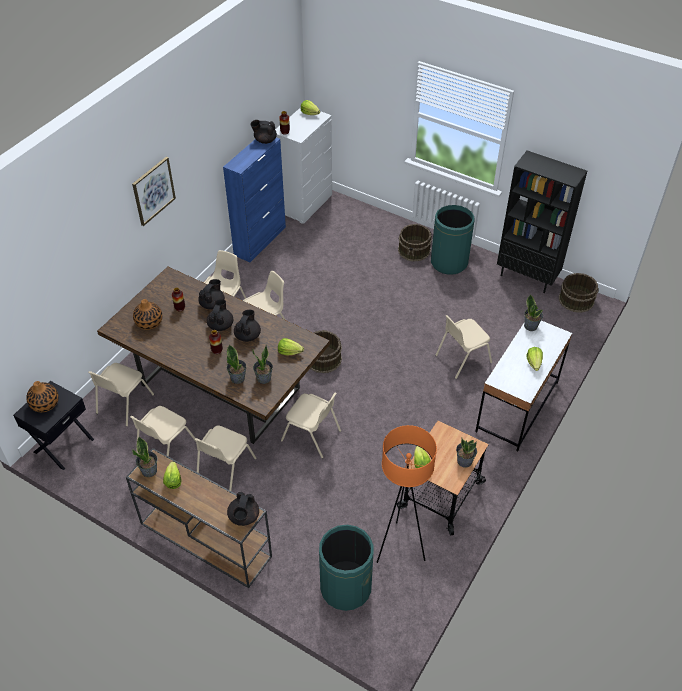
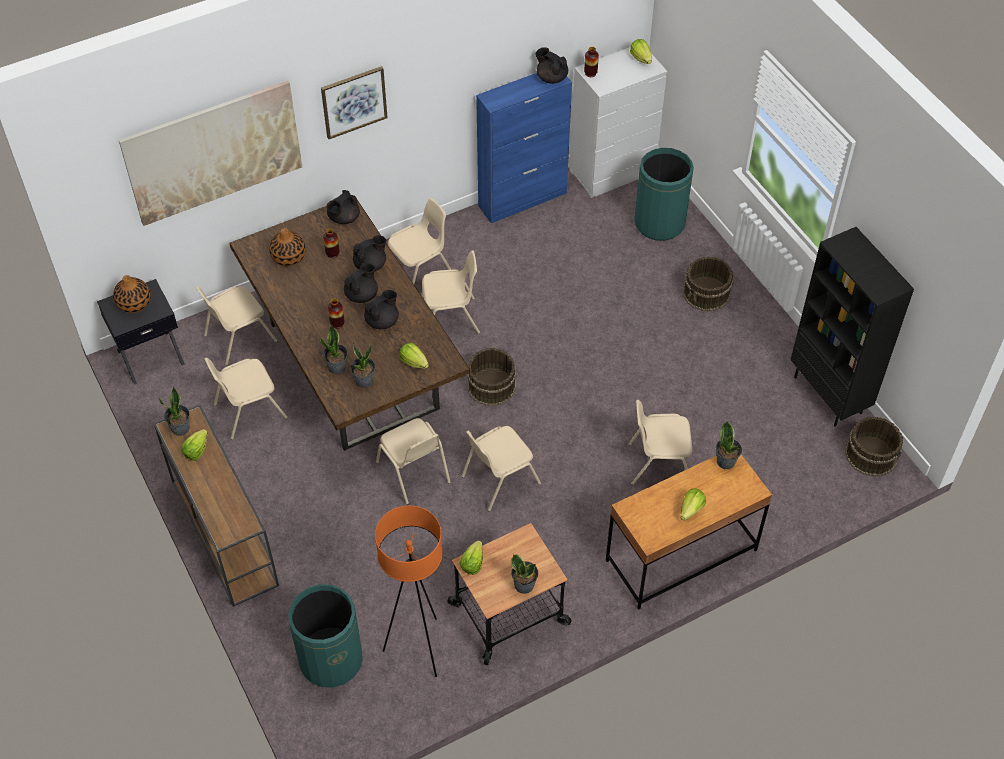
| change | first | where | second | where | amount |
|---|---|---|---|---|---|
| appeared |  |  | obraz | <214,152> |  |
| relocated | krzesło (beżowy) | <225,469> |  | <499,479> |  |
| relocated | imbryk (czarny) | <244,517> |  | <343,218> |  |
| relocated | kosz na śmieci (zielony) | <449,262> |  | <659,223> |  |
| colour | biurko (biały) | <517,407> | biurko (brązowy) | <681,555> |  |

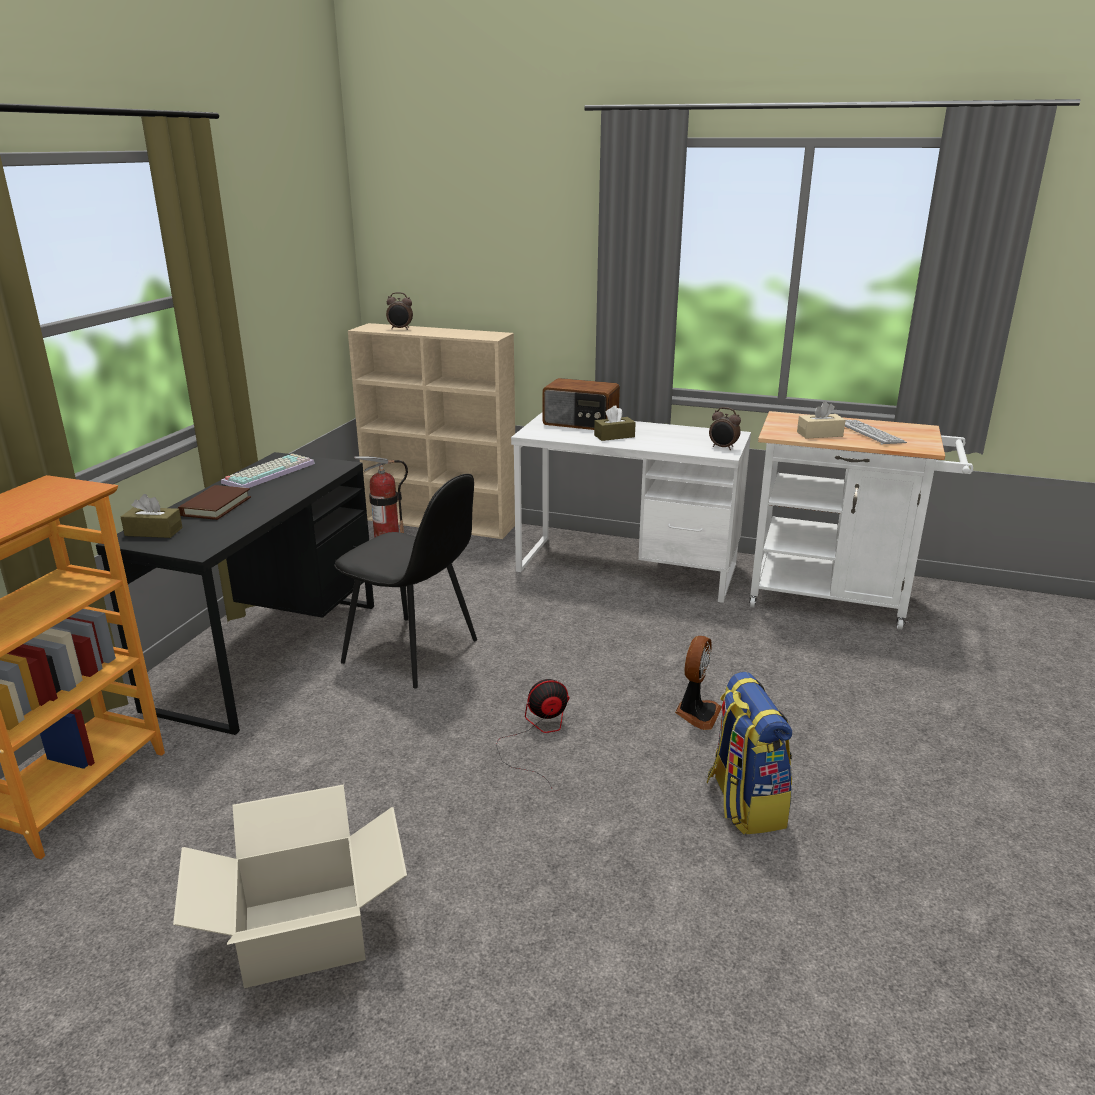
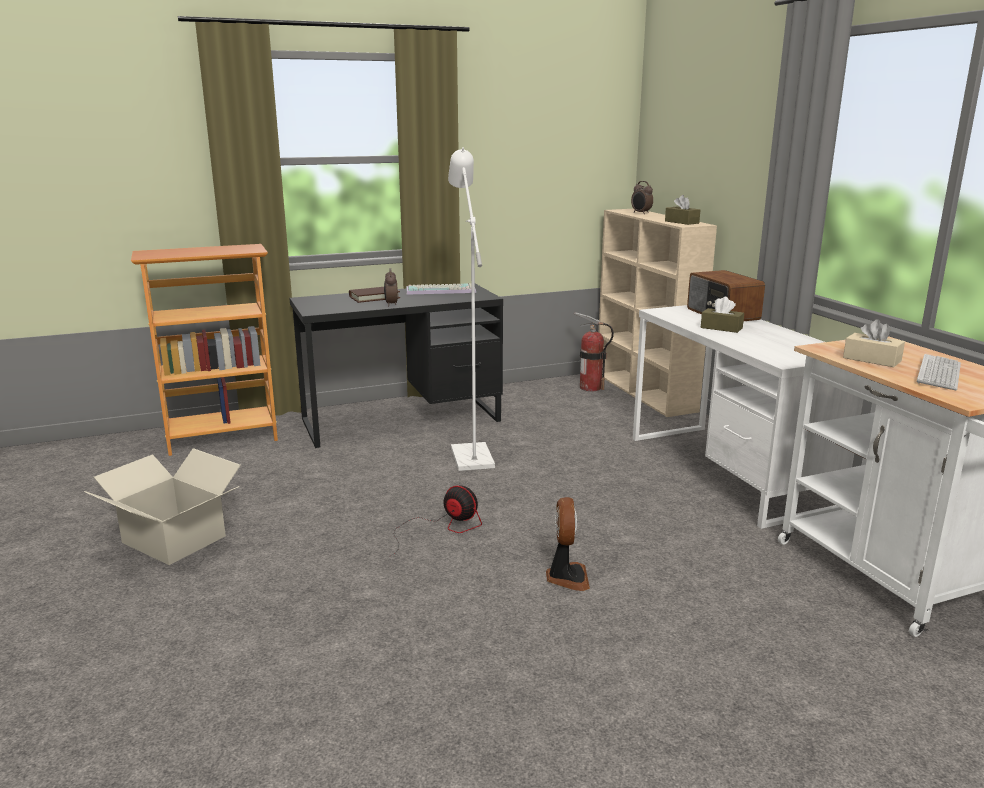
| change | first | where | second | where | amount |
|---|---|---|---|---|---|
| missing | plecak | <744,803> |  |  |  |
| relocated | pudełko chusteczek (brązowy) | <153,532> |  | <681,222> |  |
| relocated | budzik | <723,448> |  | <391,304> |  |
| exchanged | krzesło (czarny) | <413,652> | lampa stojąca (biały) | <470,453> |  |
| spun | wentylator | <696,713> |  | <566,577> | 75 degrees counterclockwise |

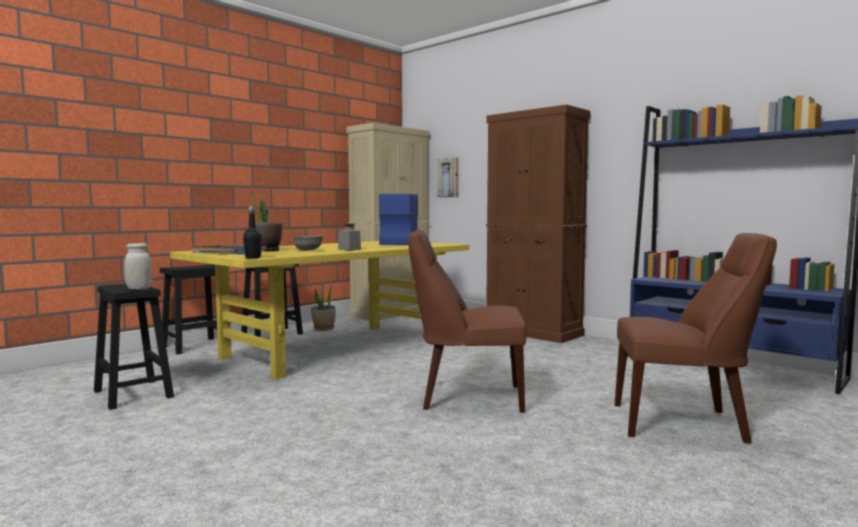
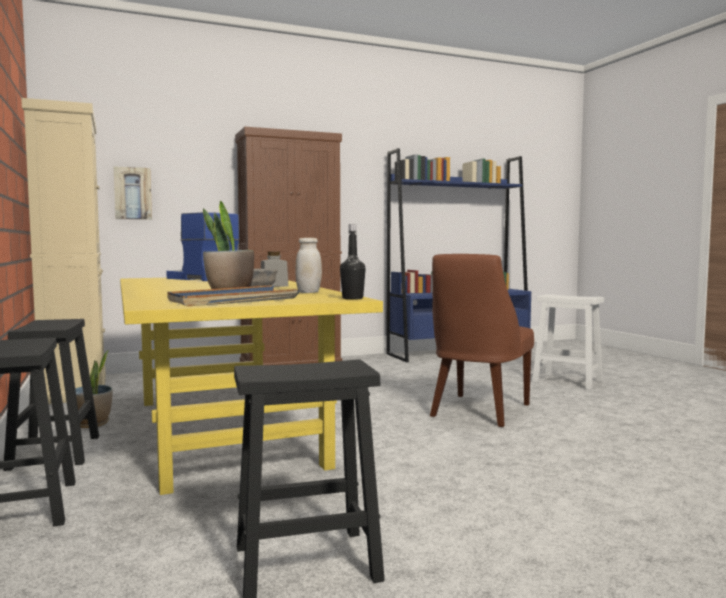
| change | first | where | second | where | amount |
|---|---|---|---|---|---|
| relocated | słoik (biały) | <138,289> |  | <309,292> |  |
| exchanged | krzesło (brązowy) | <684,423> | stołek (biały) | <568,381> |  |

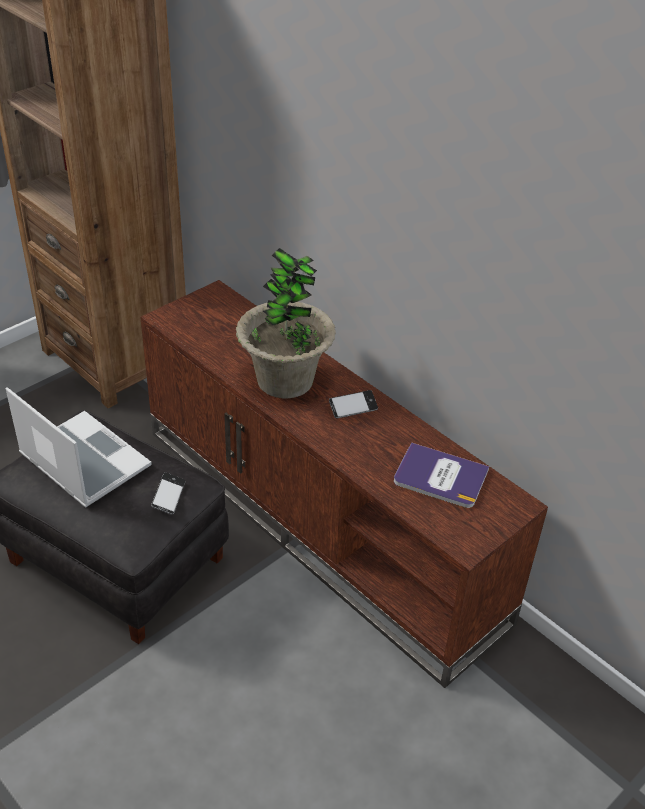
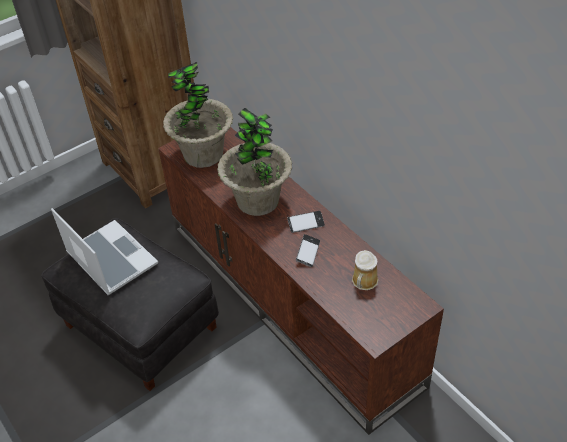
| change | first | where | second | where | amount |
|---|---|---|---|---|---|
| appeared |  |  | roślina doniczkowa | <203,154> |  |
| relocated | telefon | <168,496> |  | <308,252> |  |
| exchanged | książka | <440,477> | kubek | <364,282> |  |

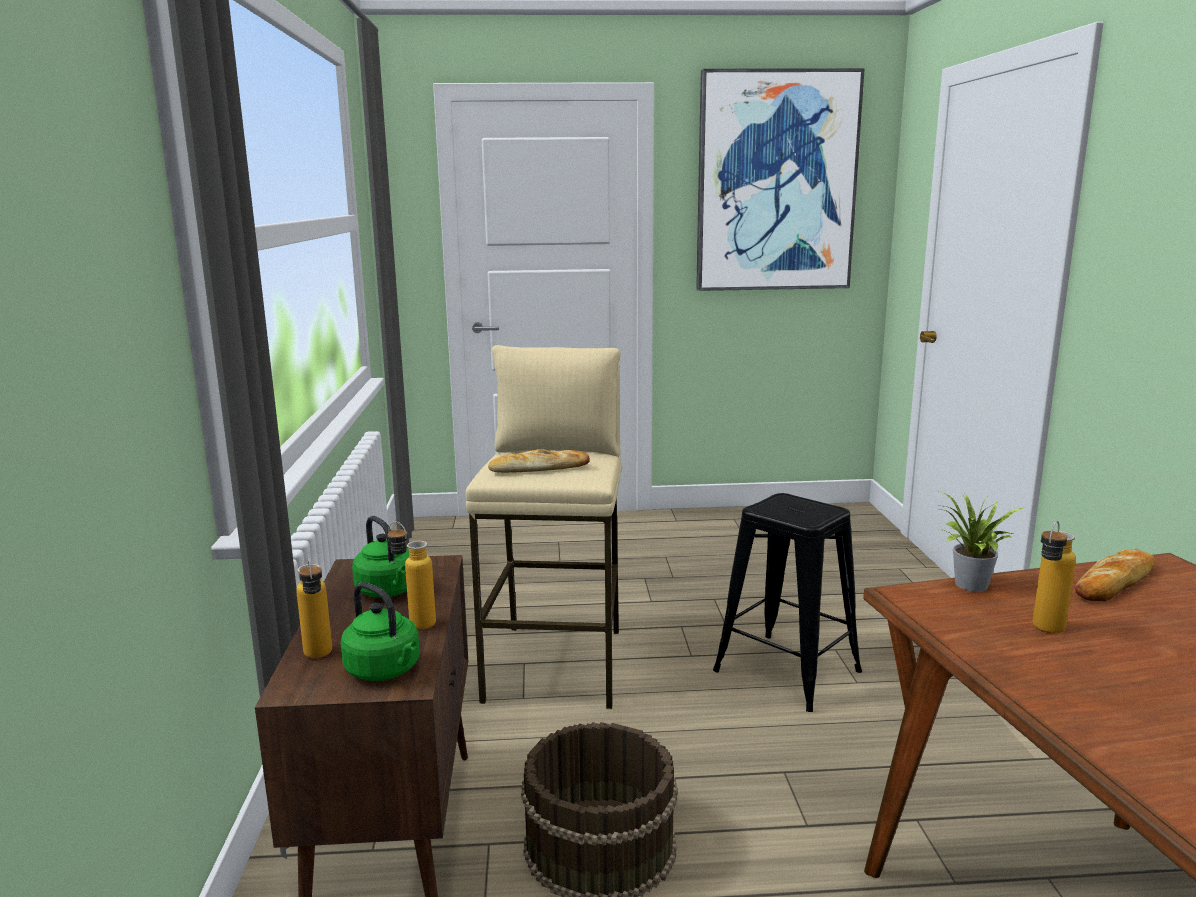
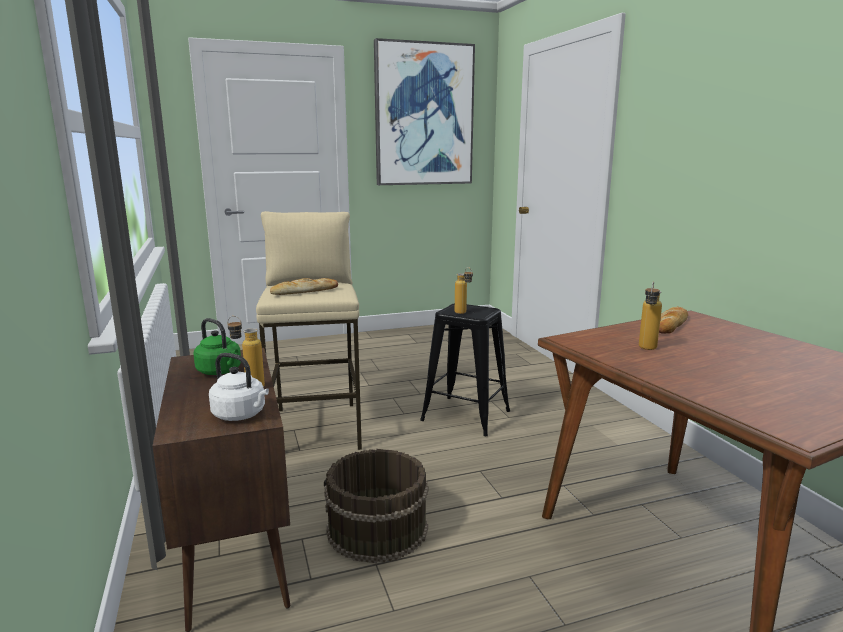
| change | first | where | second | where | amount |
|---|---|---|---|---|---|
| missing | roślina doniczkowa | <969,586> |  |  |  |
| relocated | butelka | <319,658> |  | <463,313> |  |
| colour | czajnik (zielony) | <385,671> | czajnik (biały) | <241,415> |  |

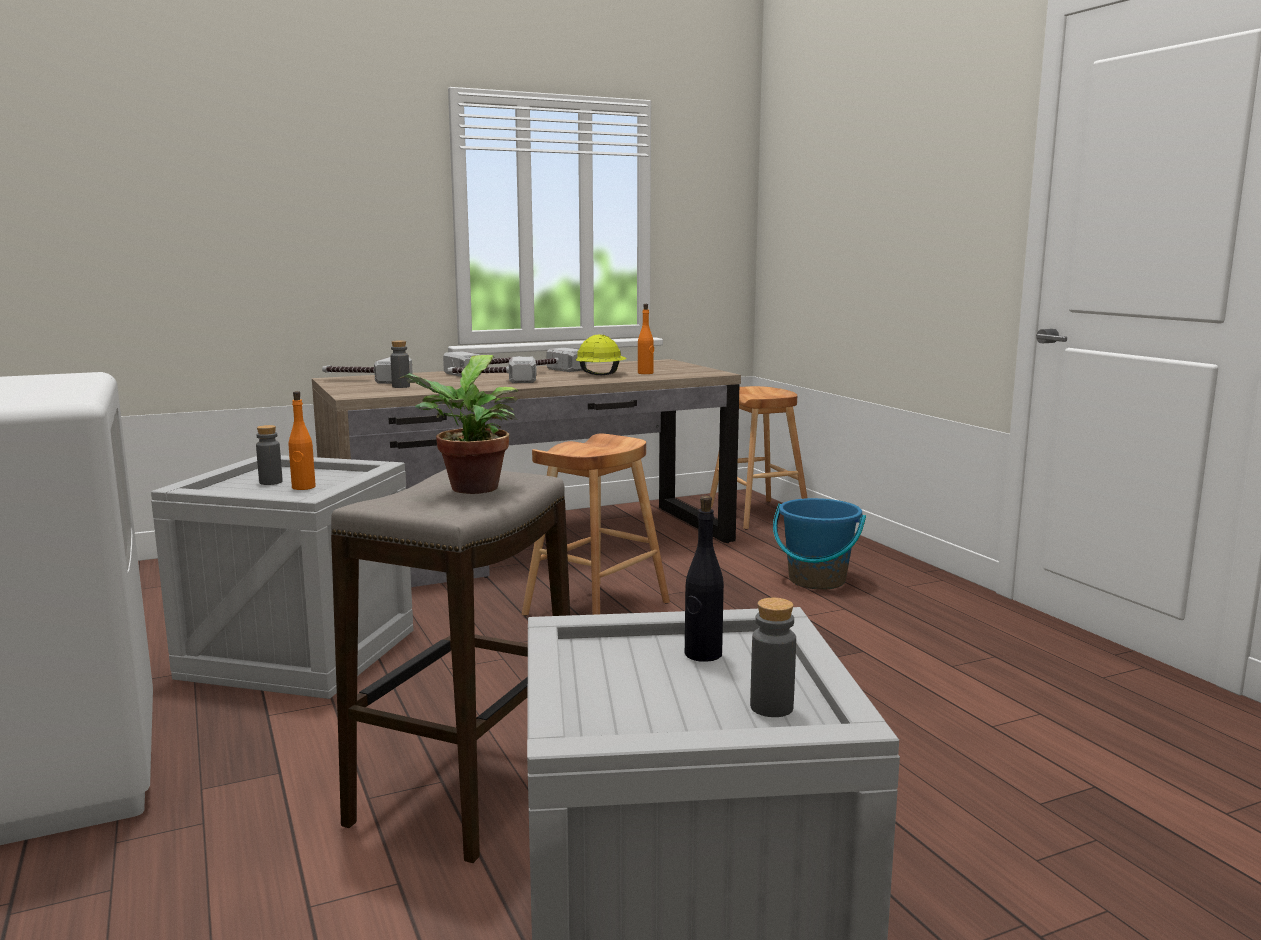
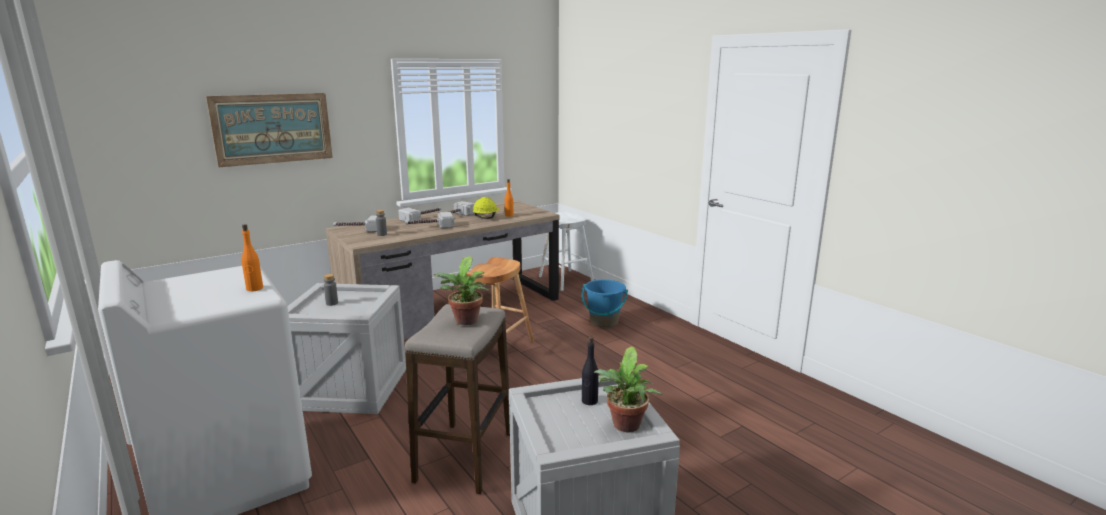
| change | first | where | second | where | amount |
|---|---|---|---|---|---|
| appeared |  |  | obraz | <273,128> |  |
| relocated | butelka (pomarańczowy) | <303,487> |  | <254,289> |  |
| exchanged | butelka (szary) | <771,707> | roślina doniczkowa | <625,427> |  |
| colour | stołek (brązowy) | <757,514> | stołek (biały) | <565,280> |  |

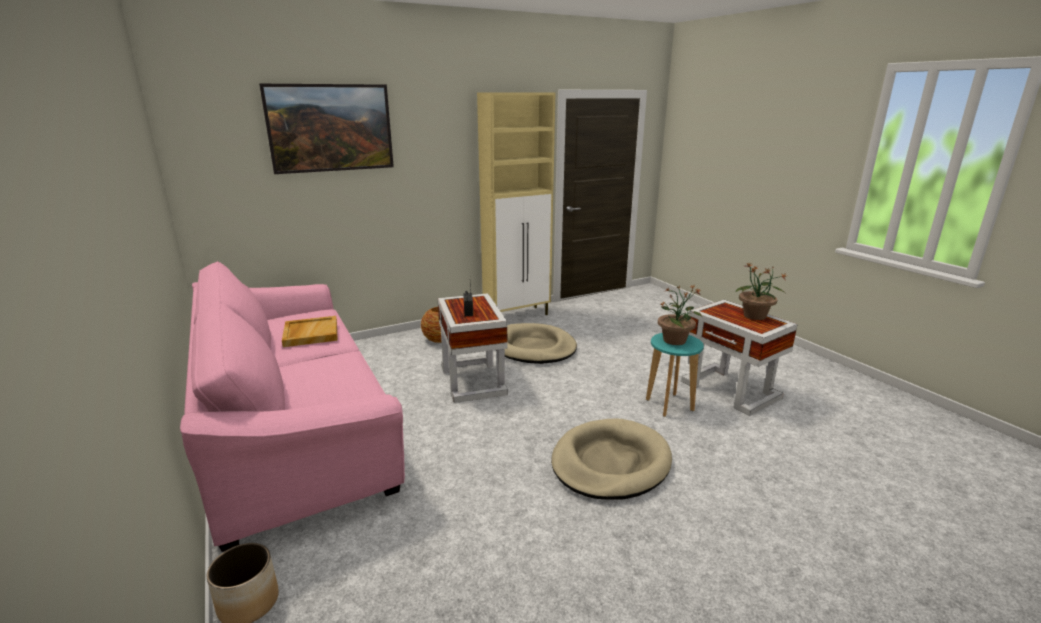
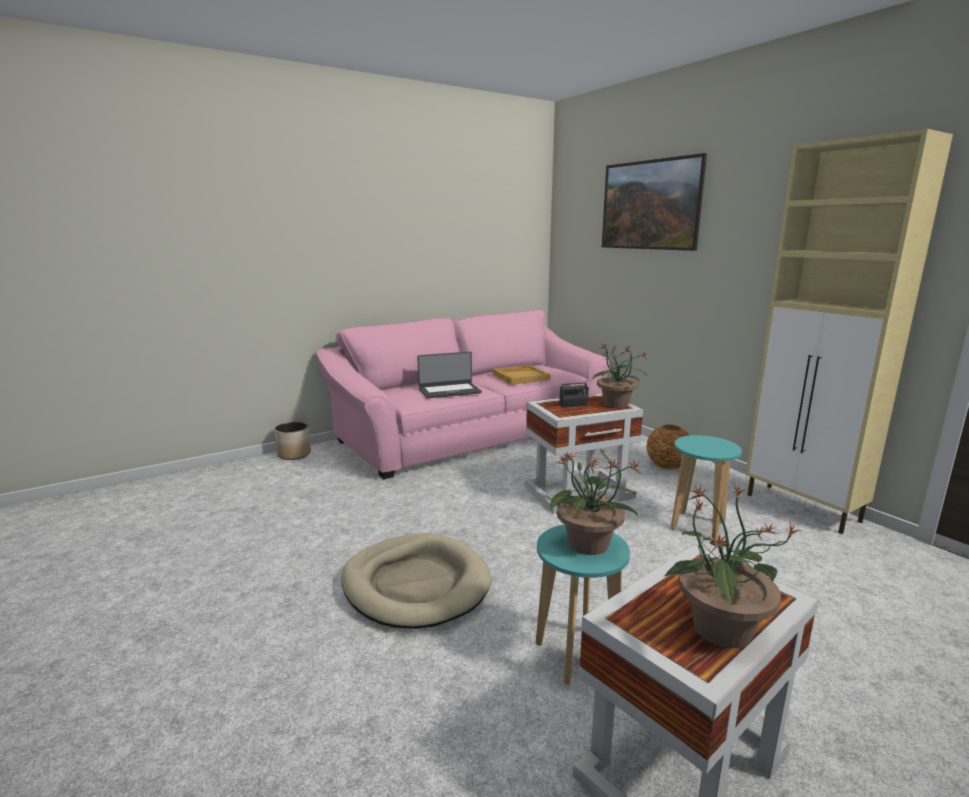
| change | first | where | second | where | amount |
|---|---|---|---|---|---|
| appeared |  |  | laptop | <449,391> |  |
| appeared |  |  | roślina doniczkowa | <616,404> |  |
| exchanged | legowisko (beżowy) | <534,347> | stołek (turkusowy) | <697,526> |  |

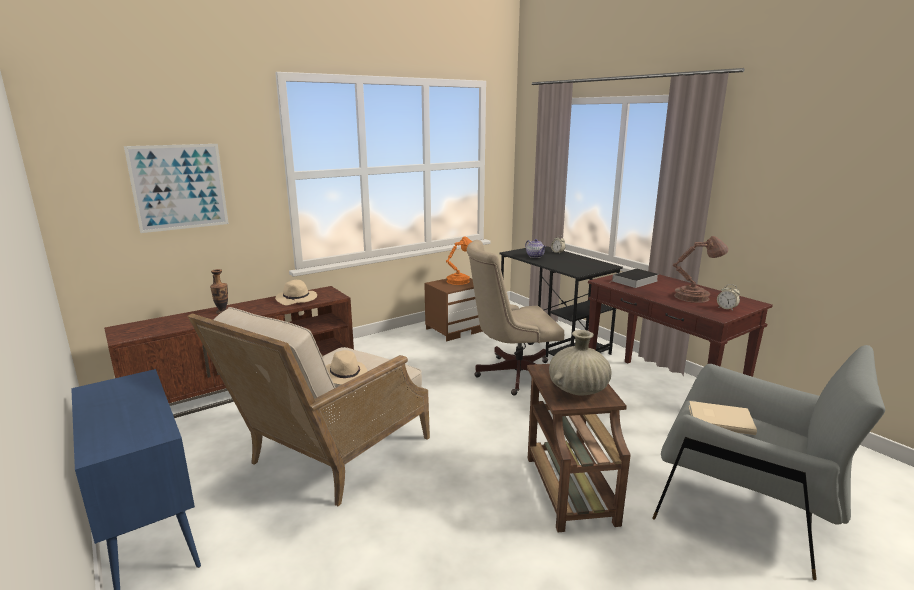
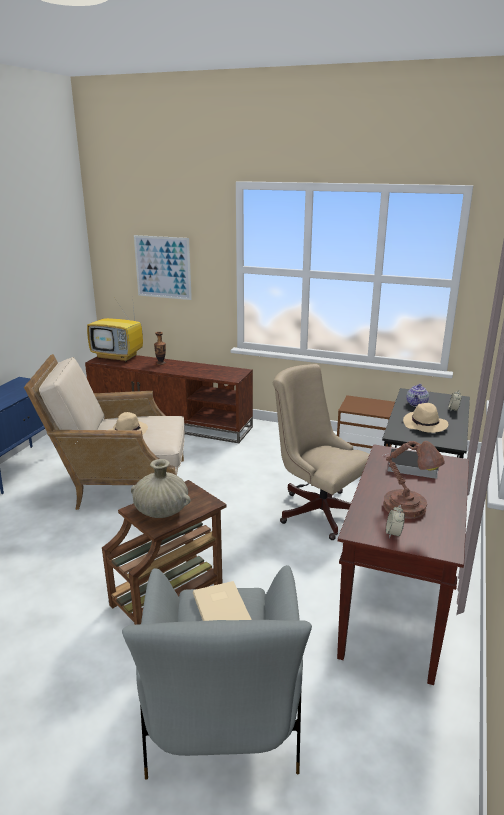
| change | first | where | second | where | amount |
|---|---|---|---|---|---|
| missing | lampa stołowa (pomarańczowy) | <459,280> |  |  |  |
| appeared |  |  | telewizor | <118,357> |  |
| relocated | kapelusz (beżowy) | <297,299> |  | <425,425> |  |

